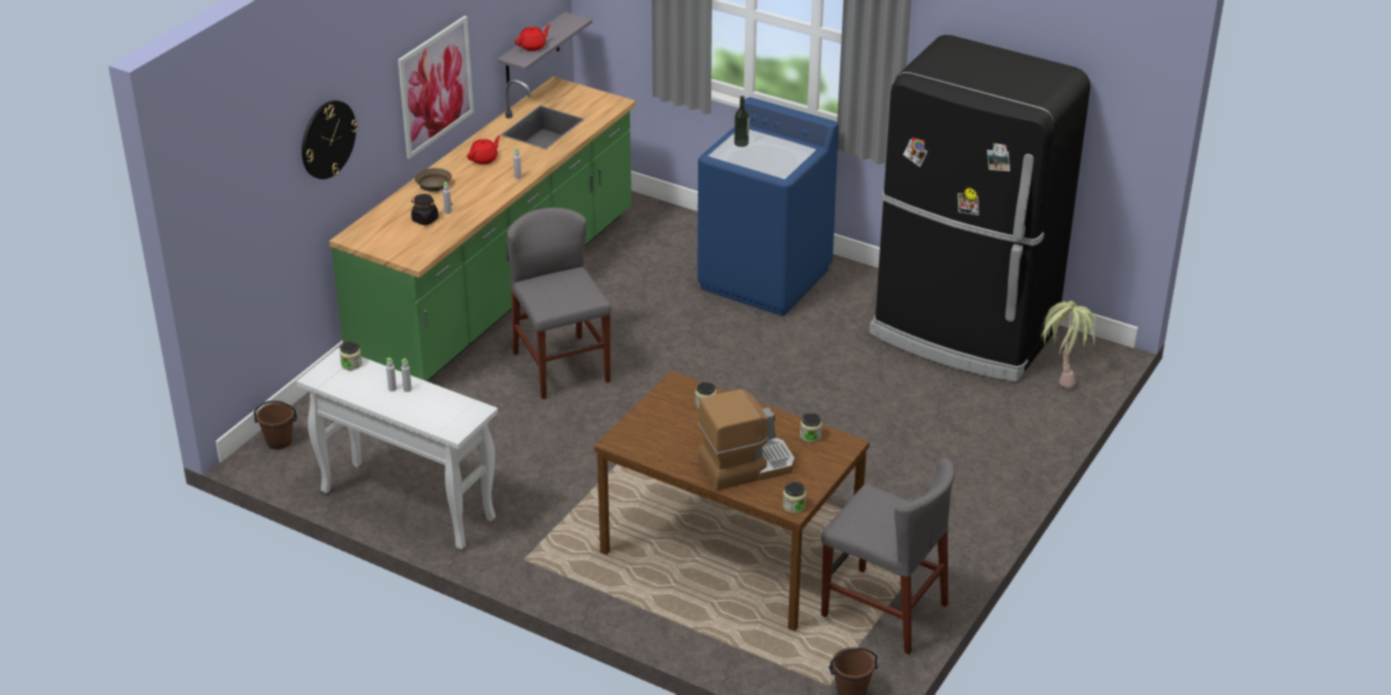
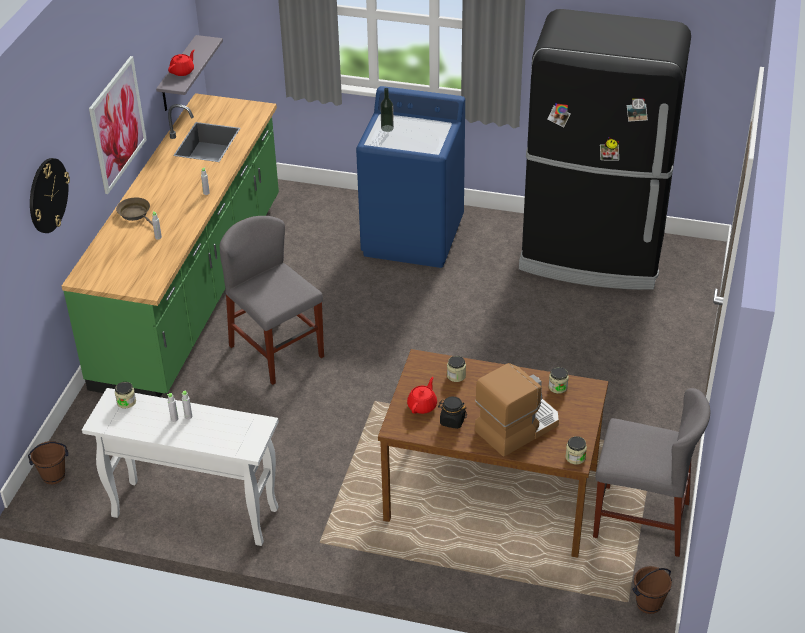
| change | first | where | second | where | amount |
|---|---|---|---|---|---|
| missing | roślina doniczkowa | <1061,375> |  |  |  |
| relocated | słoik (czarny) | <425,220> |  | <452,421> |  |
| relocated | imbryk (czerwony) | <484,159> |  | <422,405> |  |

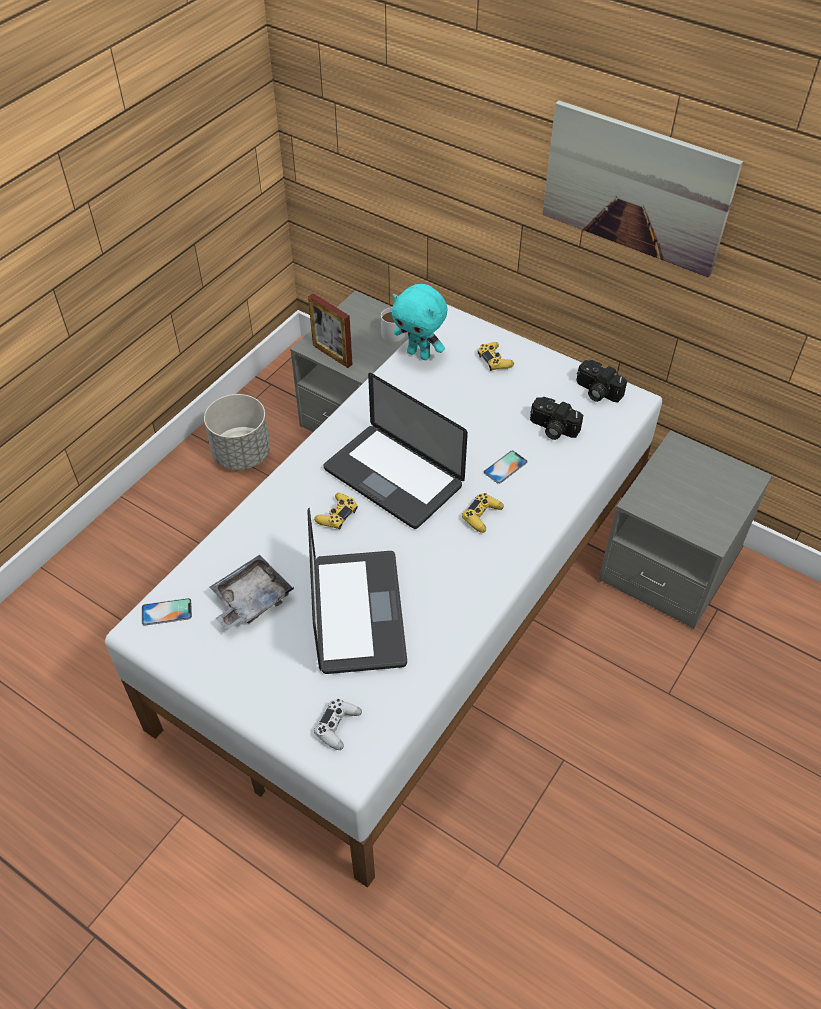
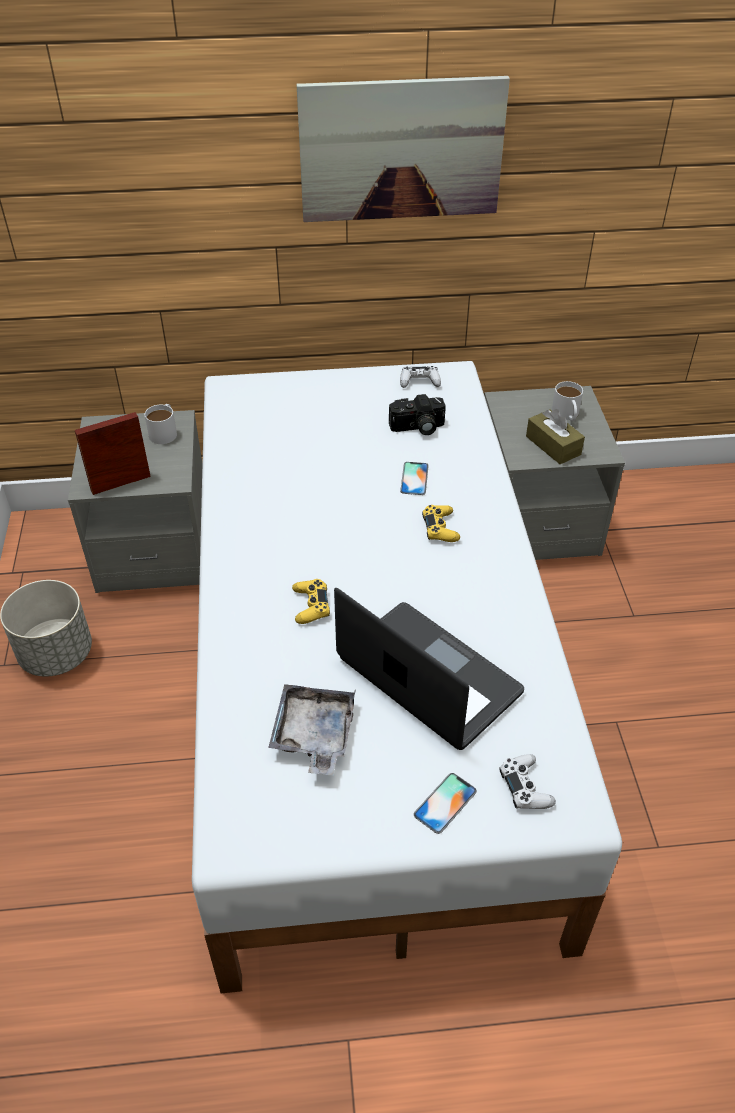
| change | first | where | second | where | amount |
|---|---|---|---|---|---|
| missing | laptop | <393,477> |  |  |  |
| missing | pluszak (turkusowy) | <419,354> |  |  |  |
| missing | pad do gier (żółty) | <494,360> |  |  |  |
| appeared |  |  | pudełko chusteczek (brązowy) | <553,445> |  |
| appeared |  |  | kubek (biały) | <566,415> |  |
| relocated | telefon | <166,612> |  | <445,803> |  |
| exchanged | aparat fotograficzny | <596,392> | pad do gier (biały) | <419,381> |  |
| spun | ramka na zdjęcie | <332,355> |  | <120,483> | 150 degrees clockwise |

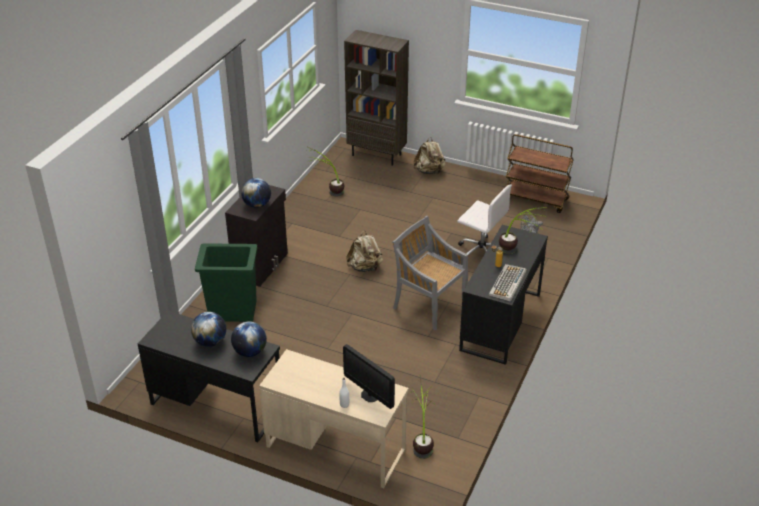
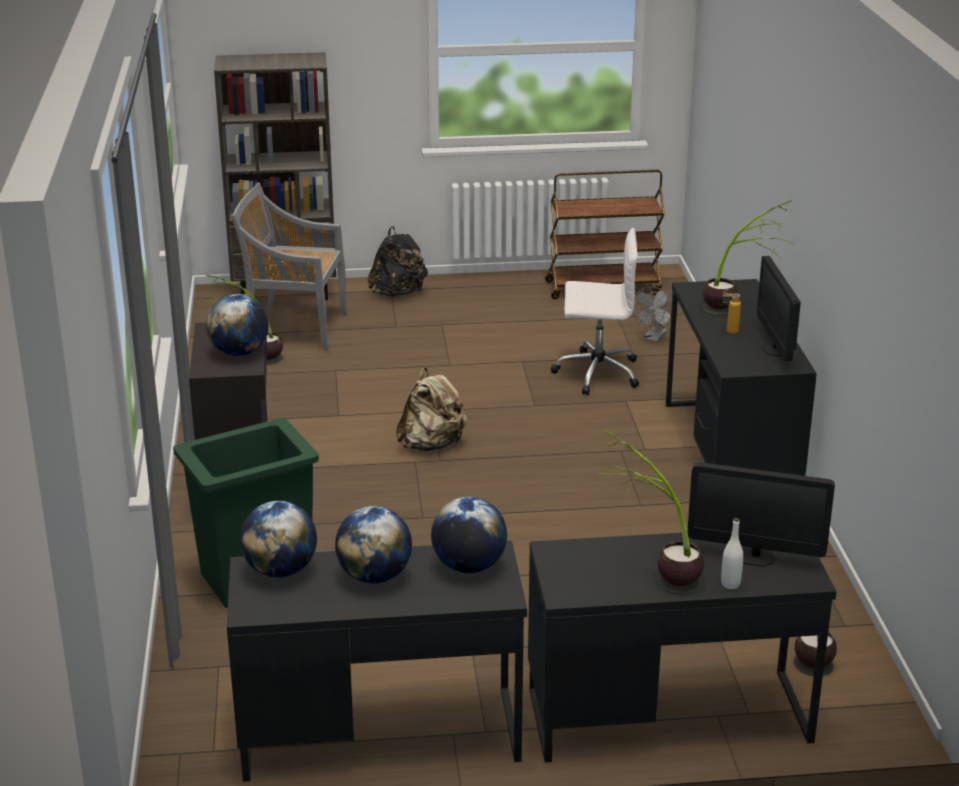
| change | first | where | second | where | amount |
|---|---|---|---|---|---|
| appeared |  |  | globus | <280,570> |  |
| appeared |  |  | roślina doniczkowa | <654,574> |  |
| relocated | krzesło (szary) | <428,304> |  | <294,329> |  |
| exchanged | klawiatura | <507,283> | monitor | <776,349> |  |
| colour | biurko (beżowy) | <335,447> | biurko (czarny) | <667,714> |  |
| colour | plecak (beżowy) | <429,171> | plecak (czarny) | <398,293> |  |

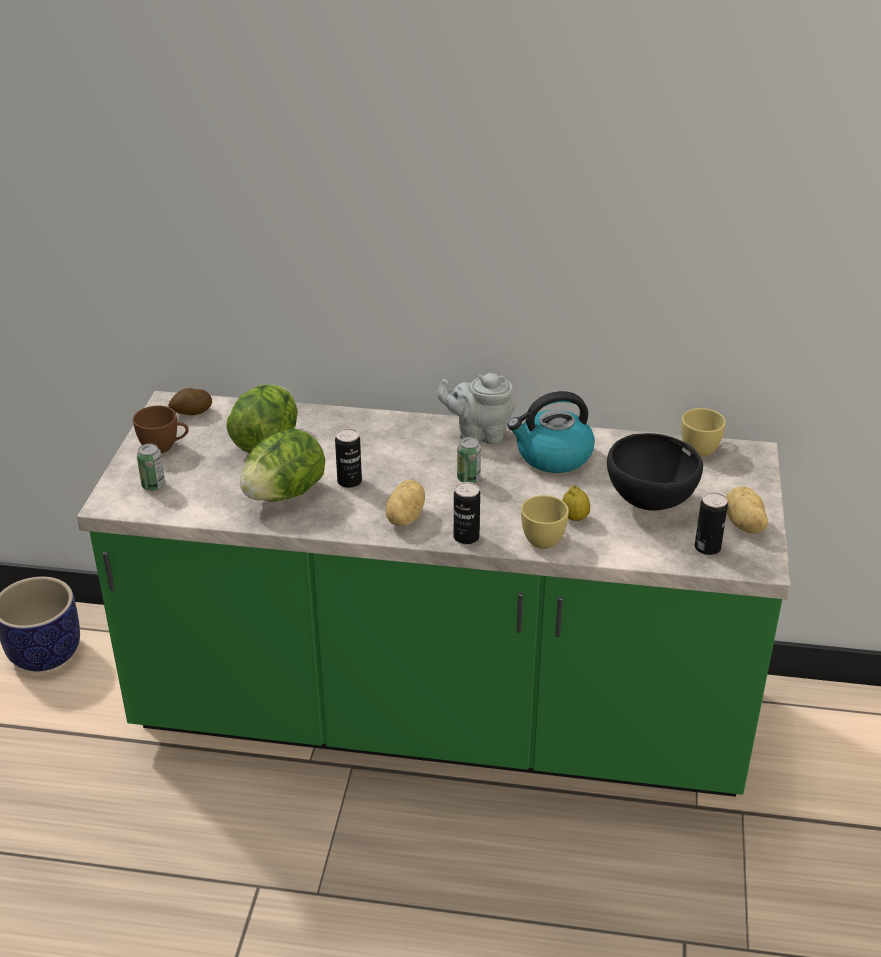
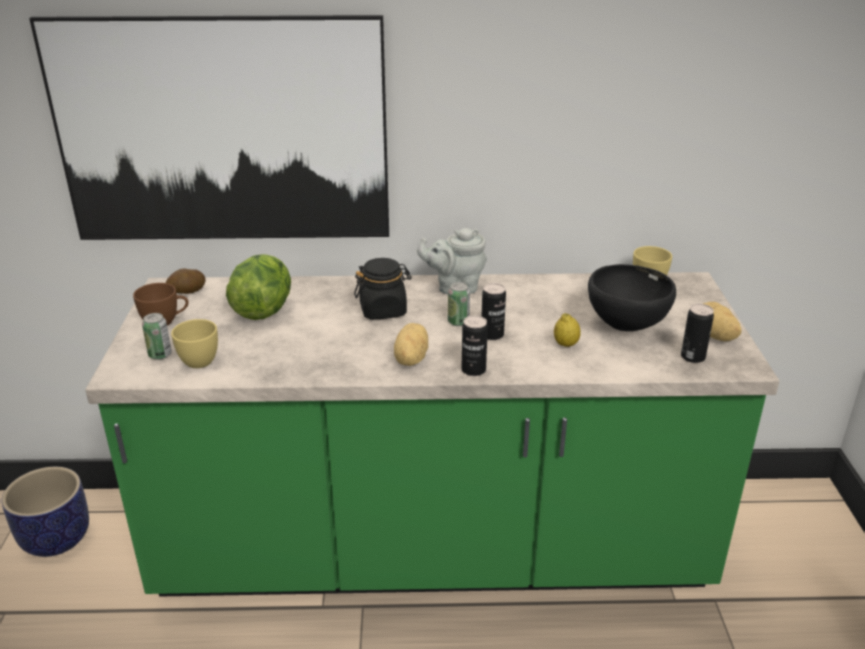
| change | first | where | second | where | amount |
|---|---|---|---|---|---|
| missing | sałata | <284,493> |  |  |  |
| missing | czajnik | <553,456> |  |  |  |
| appeared |  |  | obraz | <223,133> |  |
| appeared |  |  | słoik (czarny) | <383,310> |  |
| relocated | puszka | <349,481> |  | <492,335> |  |
| relocated | filiżanka (żółty) | <543,537> |  | <200,358> |  |

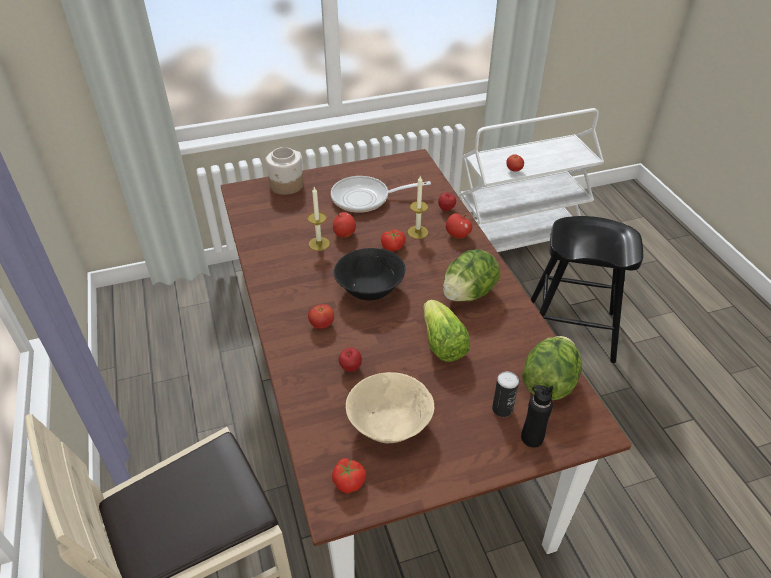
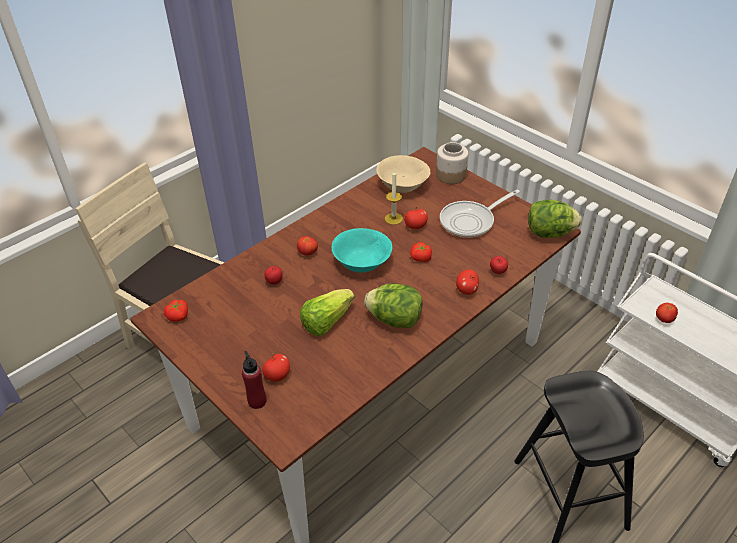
| change | first | where | second | where | amount |
|---|---|---|---|---|---|
| missing | świeca | <417,232> |  |  |  |
| relocated | miska (beżowy) | <389,424> |  | <402,186> |  |
| relocated | sałata | <548,383> |  | <549,233> |  |
| exchanged | puszka | <502,409> | jabłko | <277,376> |  |
| colour | miska (czarny) | <370,289> | miska (turkusowy) | <361,263> |  |
| colour | butelka (czarny) | <531,438> | butelka (czerwony) | <257,401> |  |
| spun | patelnia | <366,198> |  | <471,221> | 90 degrees counterclockwise |

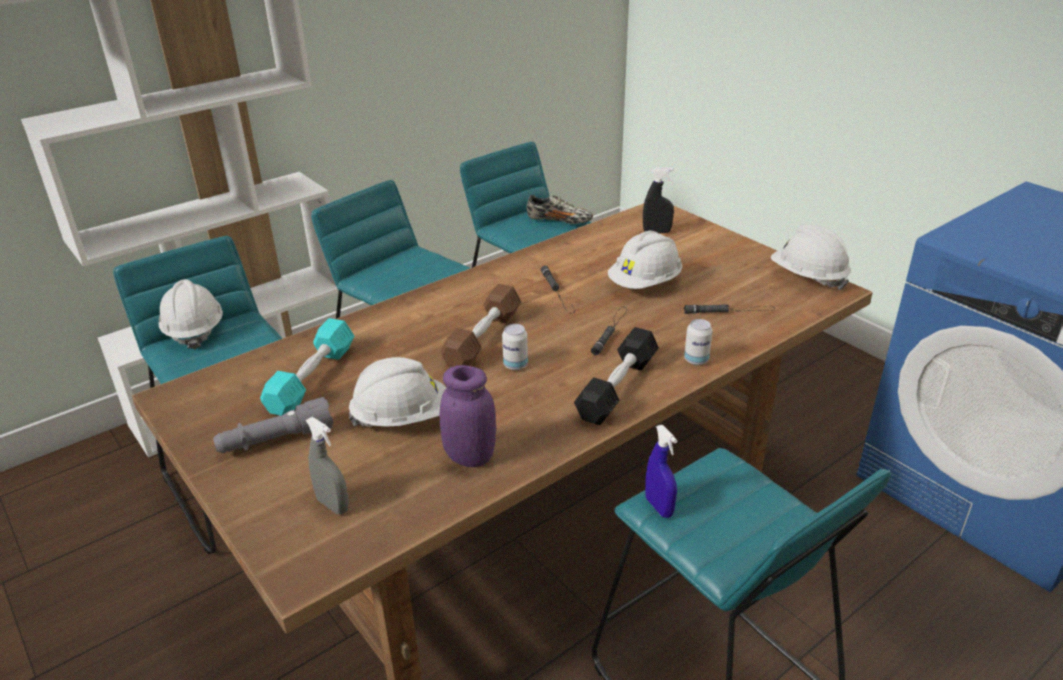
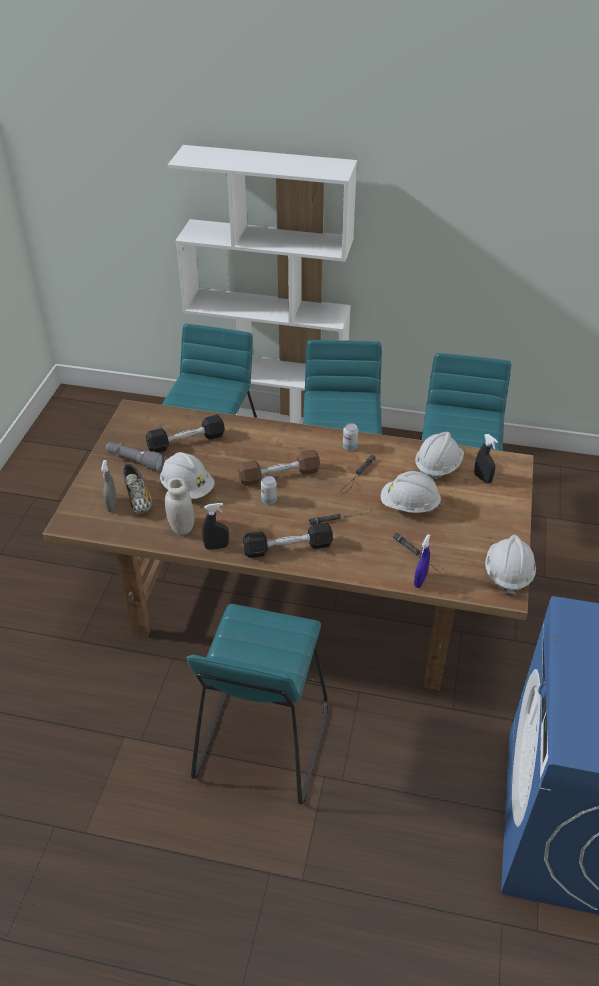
| change | first | where | second | where | amount |
|---|---|---|---|---|---|
| appeared |  |  | spryskiwacz (czarny) | <216,546> |  |
| relocated | kask (biały) | <194,331> |  | <437,466> |  |
| relocated | but | <559,221> |  | <138,497> |  |
| relocated | spryskiwacz (niebieski) | <659,507> |  | <420,580> |  |
| relocated | puszka | <696,360> |  | <350,447> |  |
| colour | hantel (turkusowy) | <312,379> | hantel (czarny) | <186,441> |  |
| colour | słoik (fioletowy) | <470,457> | słoik (biały) | <181,527> |  |

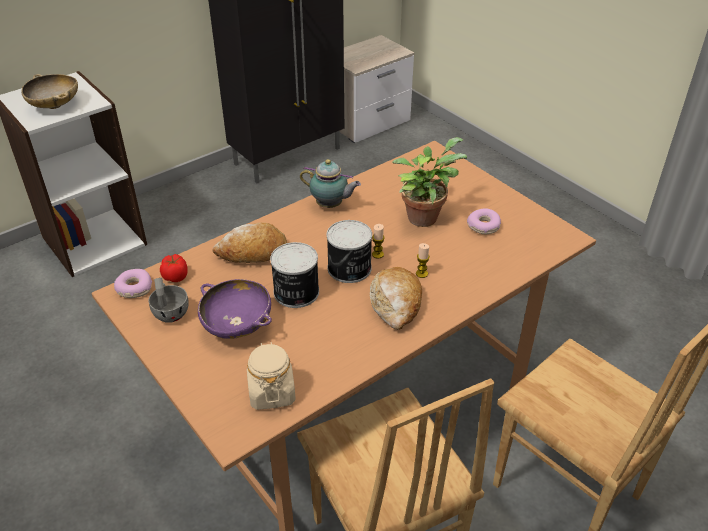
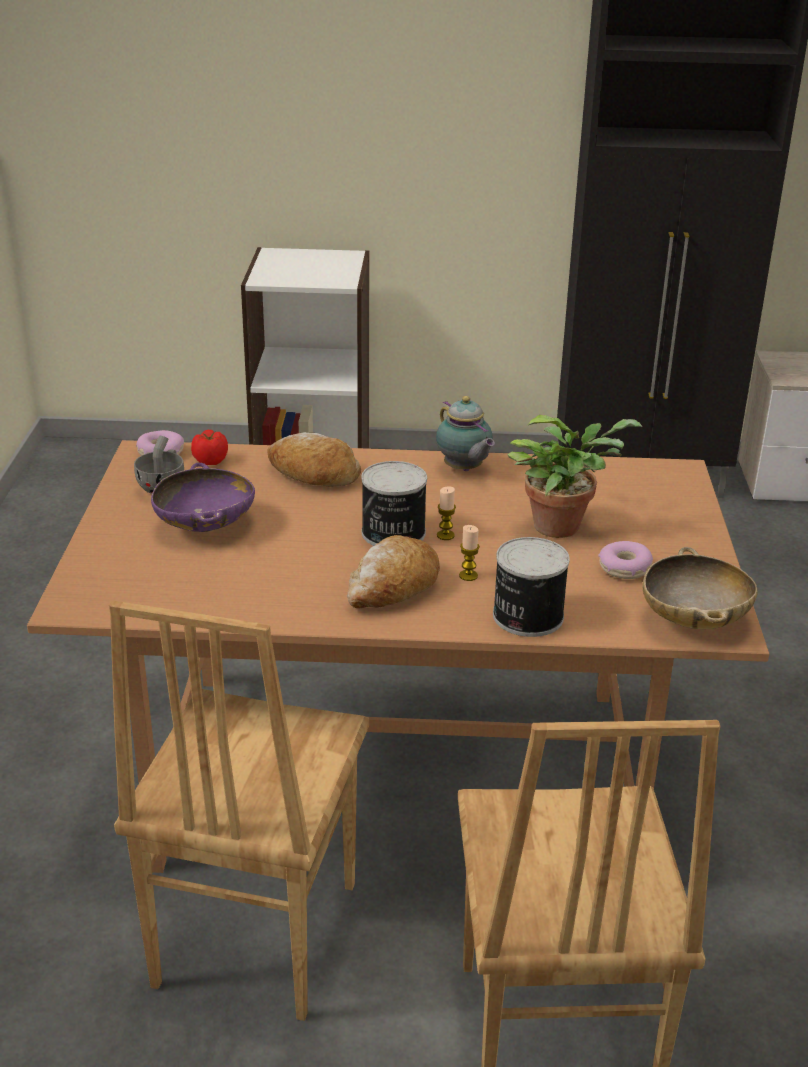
| change | first | where | second | where | amount |
|---|---|---|---|---|---|
| missing | słoik (beżowy) | <271,392> |  |  |  |
| relocated | miska (beżowy) | <55,105> |  | <694,620> |  |
| relocated | puszka | <295,293> |  | <526,616> |  |

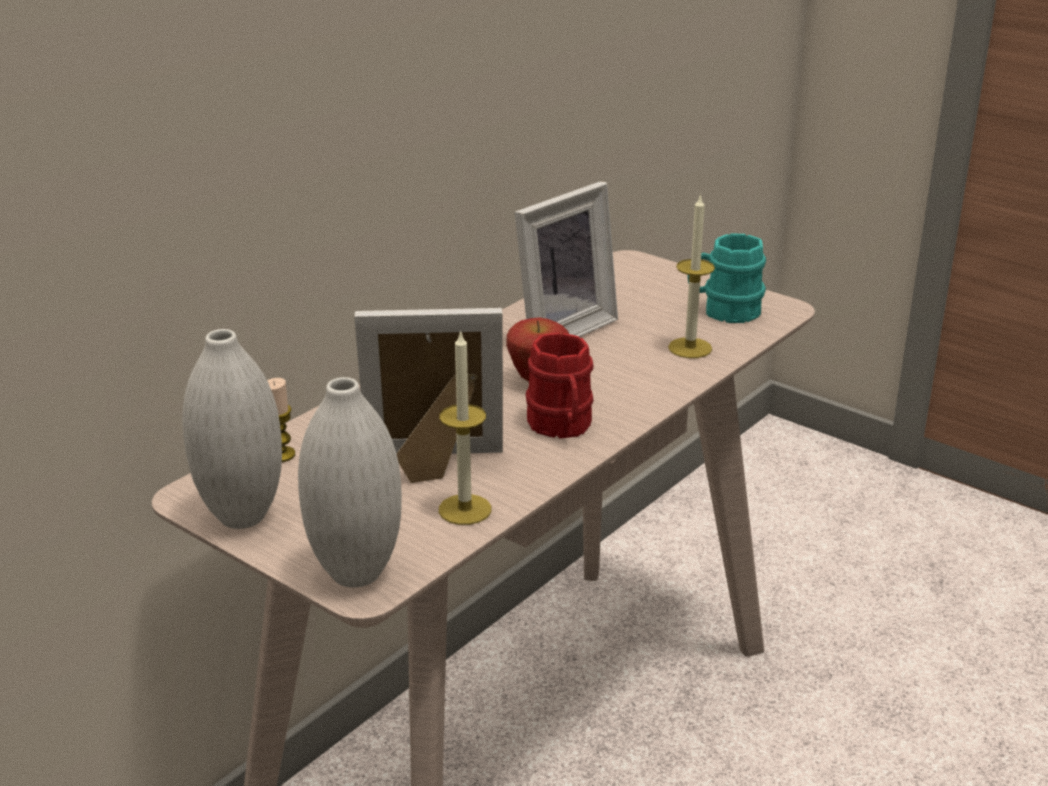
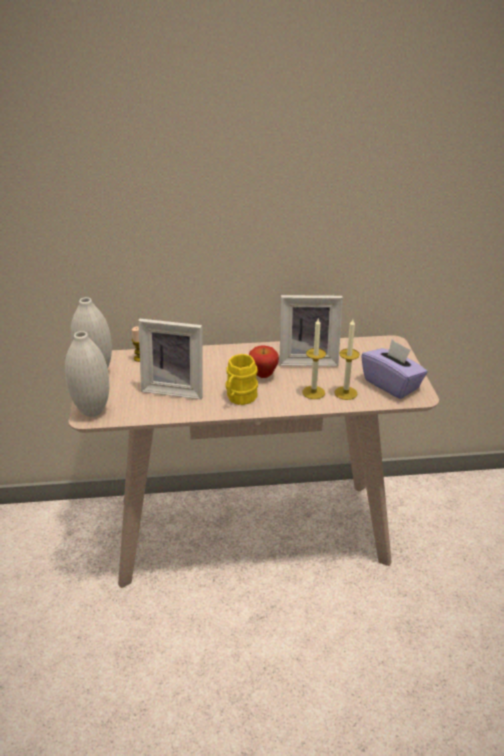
| change | first | where | second | where | amount |
|---|---|---|---|---|---|
| relocated | świeca | <465,509> |  | <313,392> |  |
| exchanged | kubek (turkusowy) | <724,311> | pudełko chusteczek (fioletowy) | <391,384> |  |
| colour | kubek (czerwony) | <562,427> | kubek (żółty) | <239,398> |  |
| spun | ramka na zdjęcie | <434,465> |  | <175,388> | 150 degrees clockwise |

